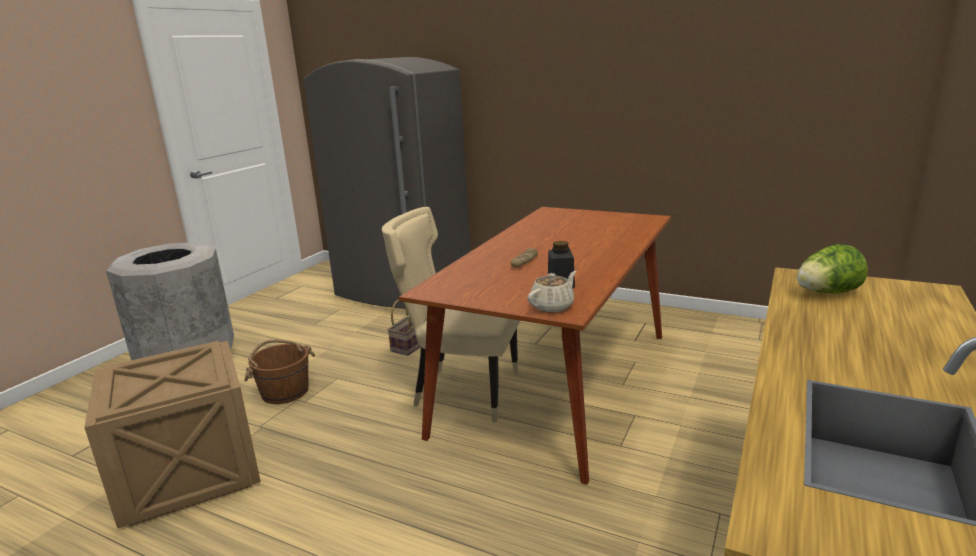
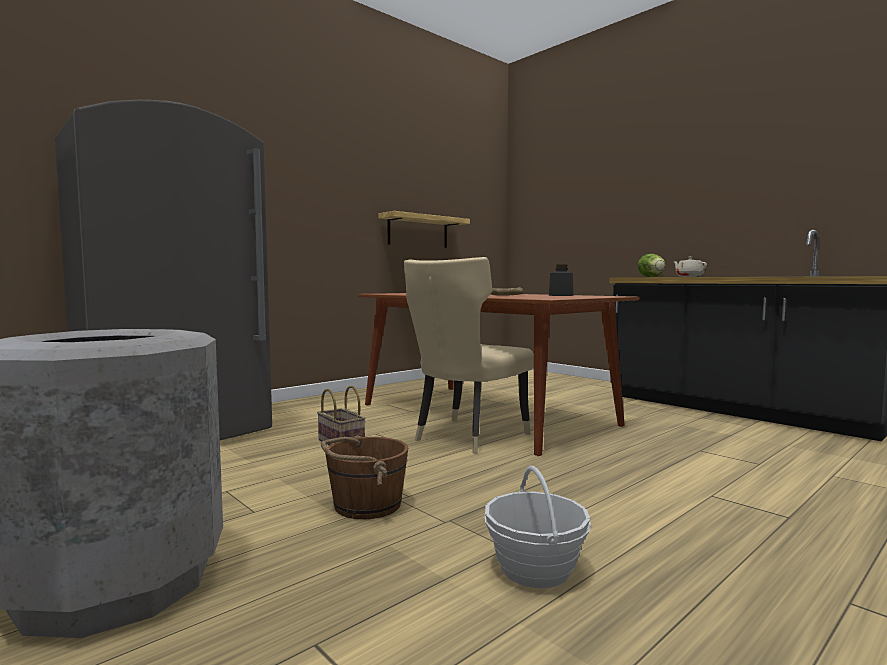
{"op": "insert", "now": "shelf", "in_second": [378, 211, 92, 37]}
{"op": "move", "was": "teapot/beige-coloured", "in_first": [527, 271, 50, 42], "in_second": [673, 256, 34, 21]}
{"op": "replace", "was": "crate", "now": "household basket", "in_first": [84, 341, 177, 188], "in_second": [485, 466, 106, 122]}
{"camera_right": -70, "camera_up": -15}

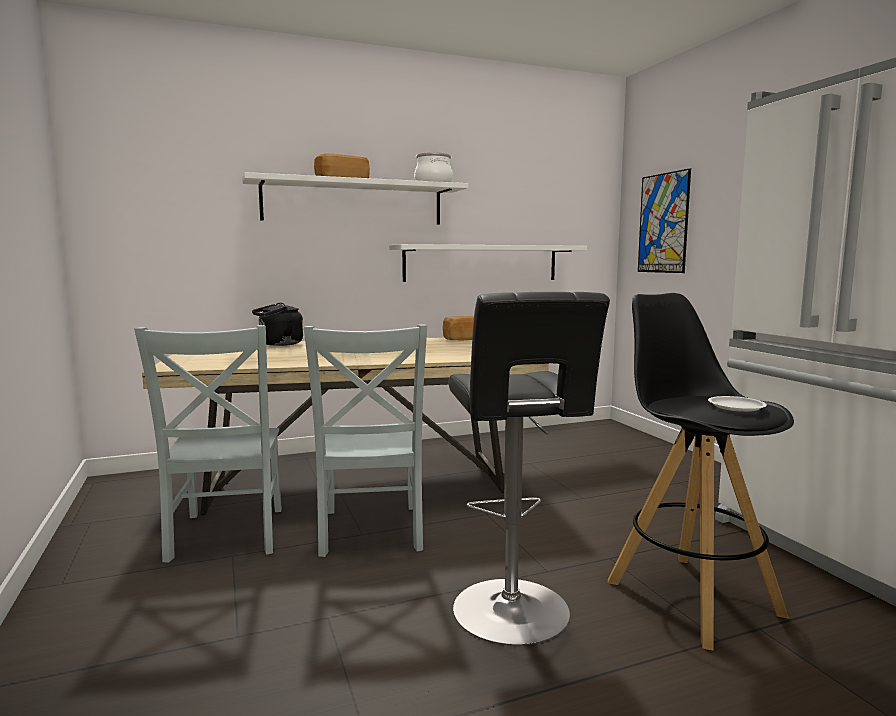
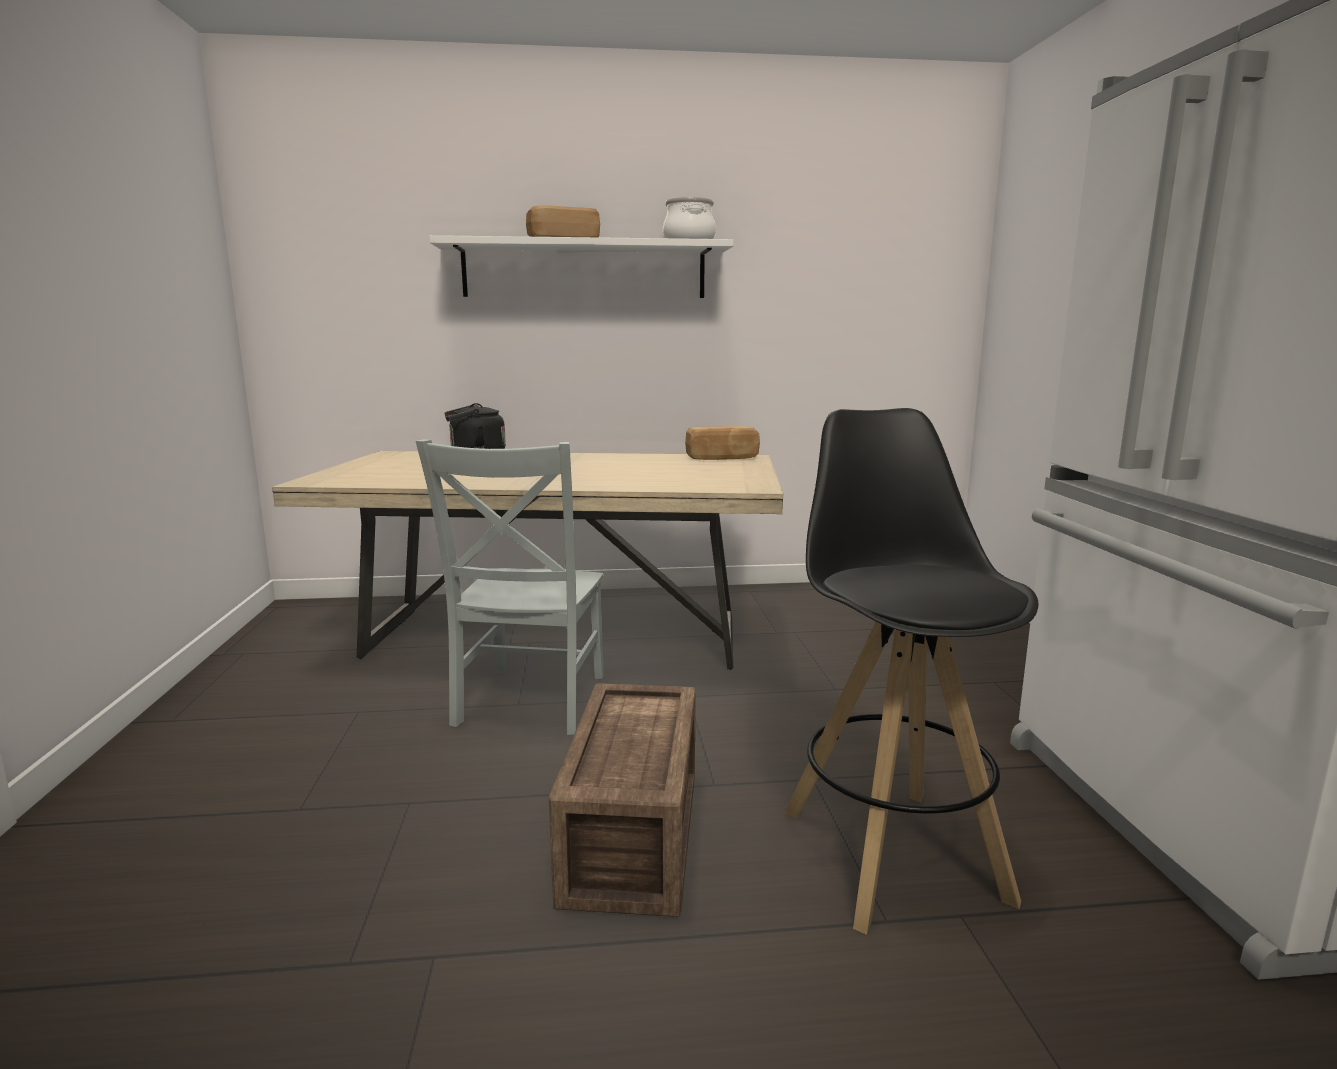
{"op": "delete", "was": "chair/gray", "in_first": [134, 325, 148, 238]}
{"op": "delete", "was": "shelf/white-coloured", "in_first": [389, 244, 198, 38]}
{"op": "delete", "was": "wall art", "in_first": [638, 168, 53, 105]}
{"op": "delete", "was": "plate/white-coloured", "in_first": [708, 396, 59, 16]}
{"op": "replace", "was": "stool seat/black-coloured", "now": "crate", "in_first": [449, 292, 161, 354], "in_second": [549, 683, 147, 234]}
{"camera_right": 15, "camera_up": 5}

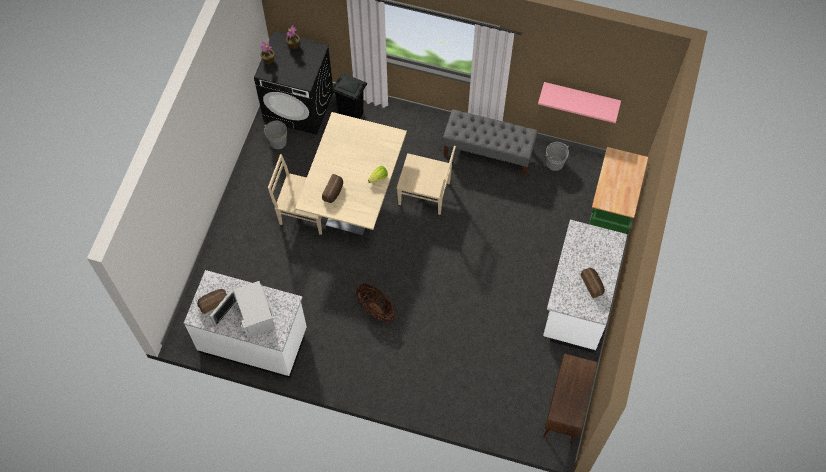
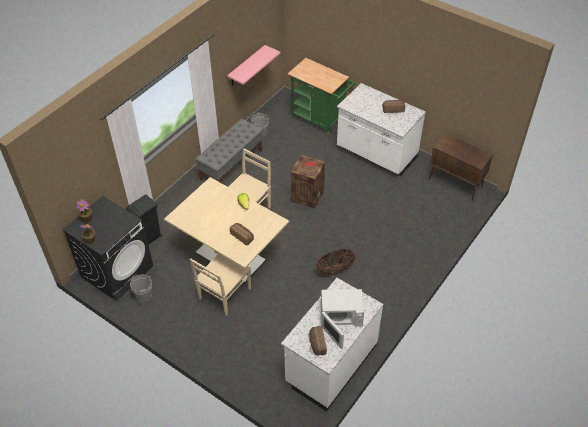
{"op": "insert", "now": "crate", "in_second": [291, 155, 34, 53]}
{"camera_right": -70, "camera_up": -15}

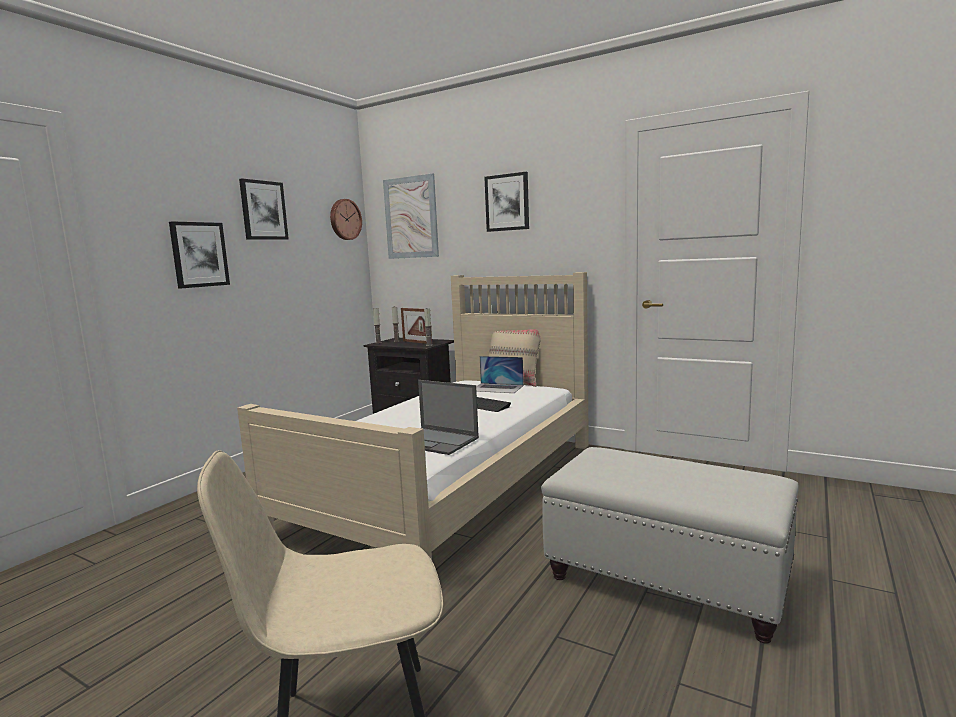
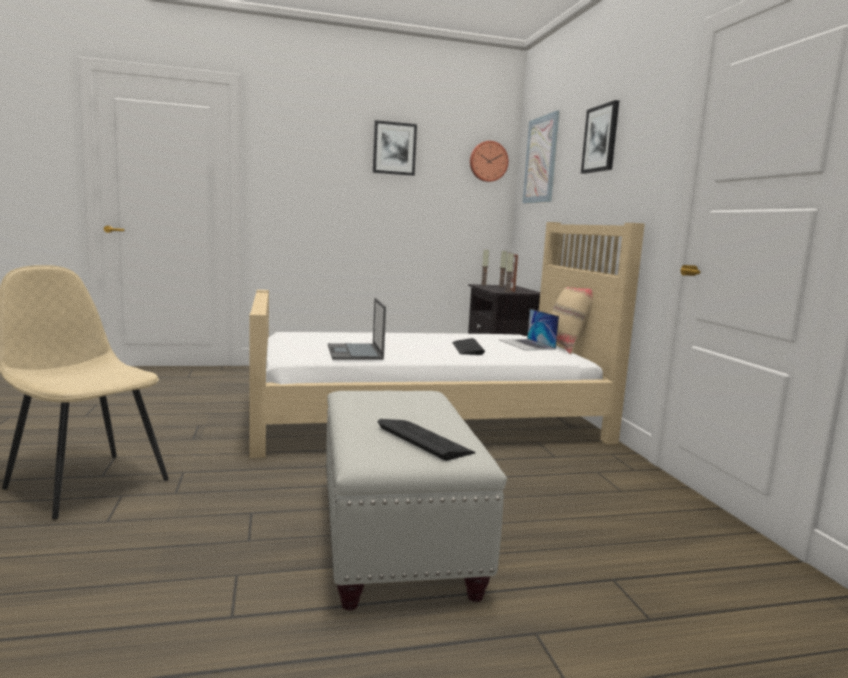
{"op": "delete", "was": "wall art", "in_first": [169, 221, 61, 68]}
{"op": "insert", "now": "PC keyboard", "in_second": [378, 419, 97, 42]}
{"camera_right": 45, "camera_up": 0}

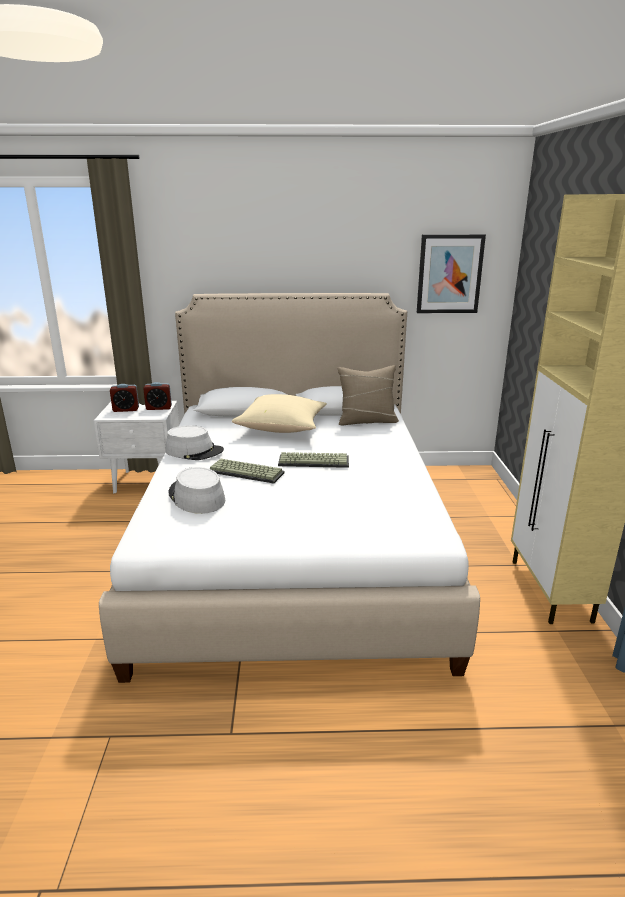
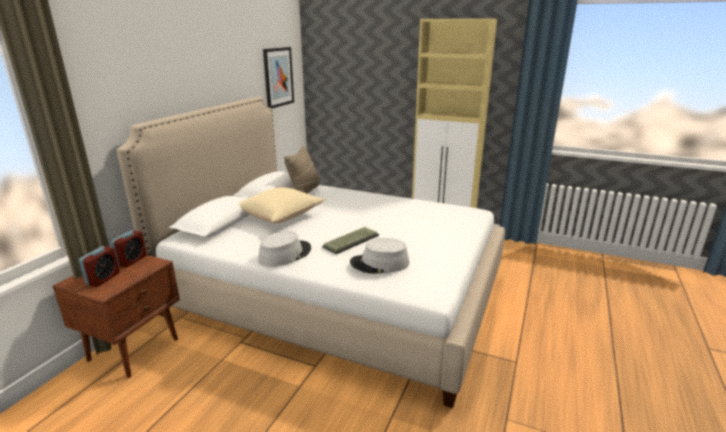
{"op": "delete", "was": "PC keyboard", "in_first": [278, 452, 71, 16]}
{"op": "recolor", "was": "bedside table/white-coloured", "now": "bedside table/brown-coloured", "in_first": [94, 401, 85, 92], "in_second": [53, 255, 127, 123]}
{"camera_right": -65, "camera_up": 0}

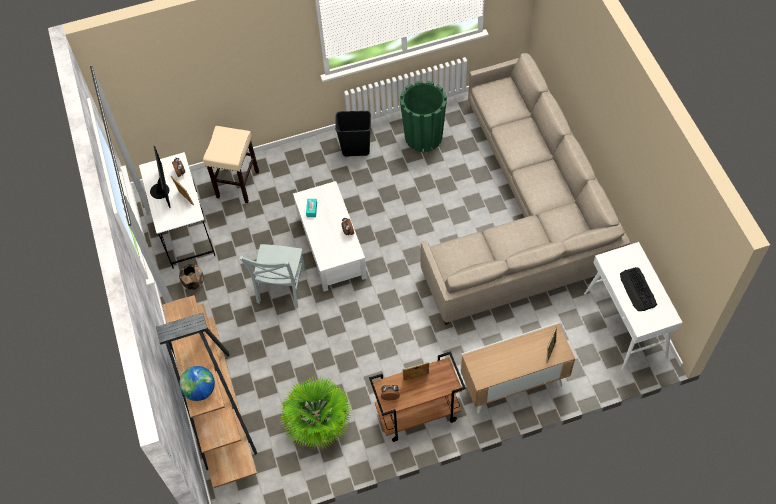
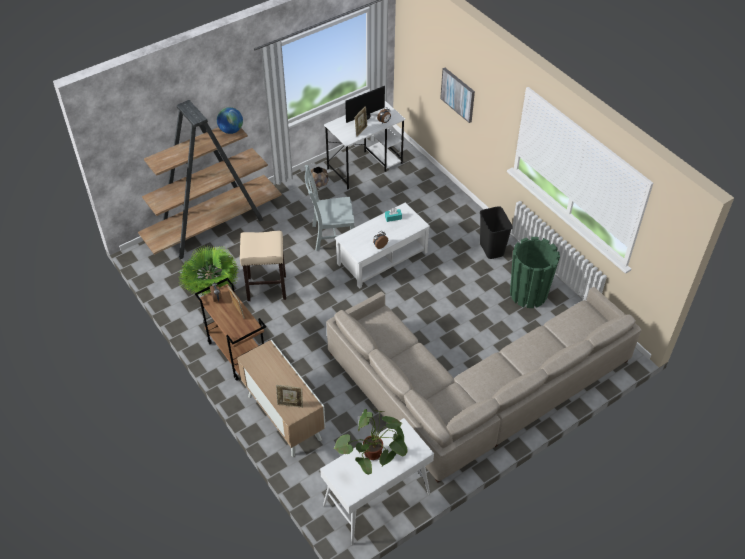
{"op": "insert", "now": "wall art", "in_second": [440, 68, 35, 55]}
{"op": "move", "was": "globe", "in_first": [179, 366, 36, 35], "in_second": [217, 107, 26, 27]}
{"op": "move", "was": "stool seat/beige-coloured", "in_first": [203, 126, 56, 77], "in_second": [240, 231, 46, 70]}
{"op": "replace", "was": "PC keyboard", "now": "potted plant", "in_first": [620, 267, 37, 44], "in_second": [333, 409, 75, 66]}
{"camera_right": 70, "camera_up": -10}

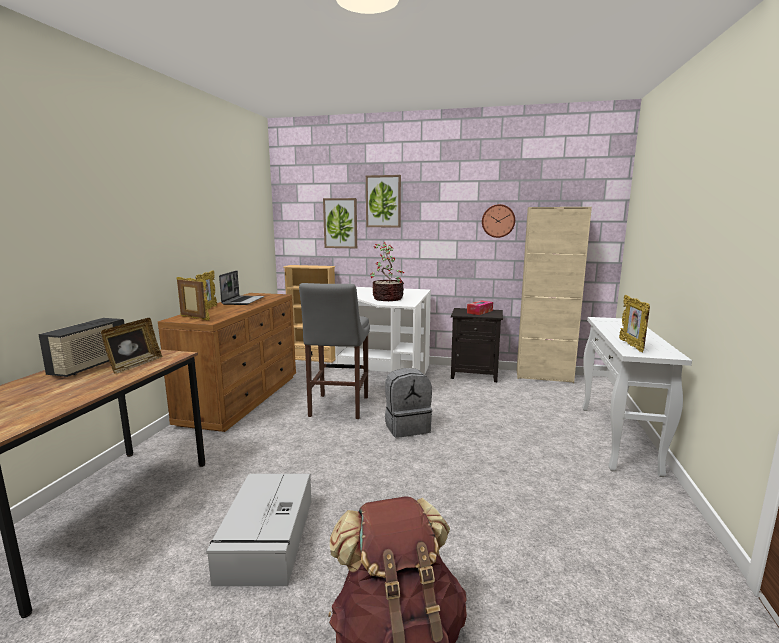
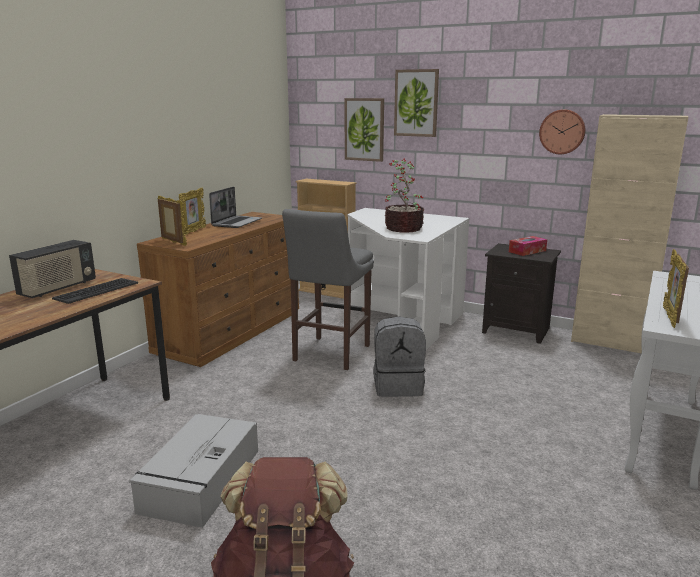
{"op": "replace", "was": "picture frame", "now": "PC keyboard", "in_first": [101, 318, 62, 56], "in_second": [52, 278, 86, 26]}
{"camera_right": 15, "camera_up": 5}

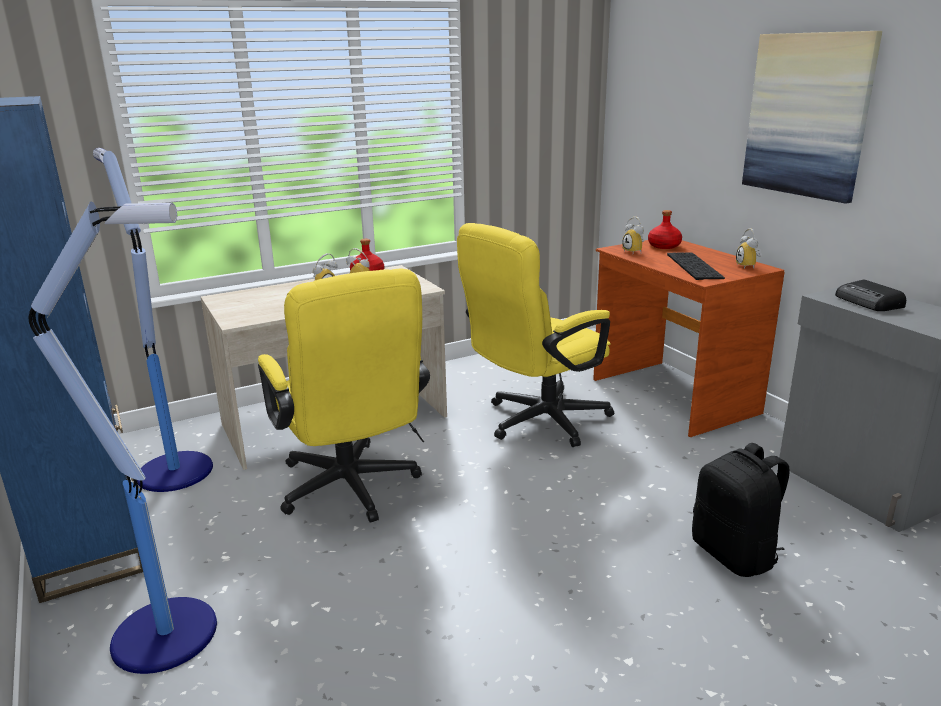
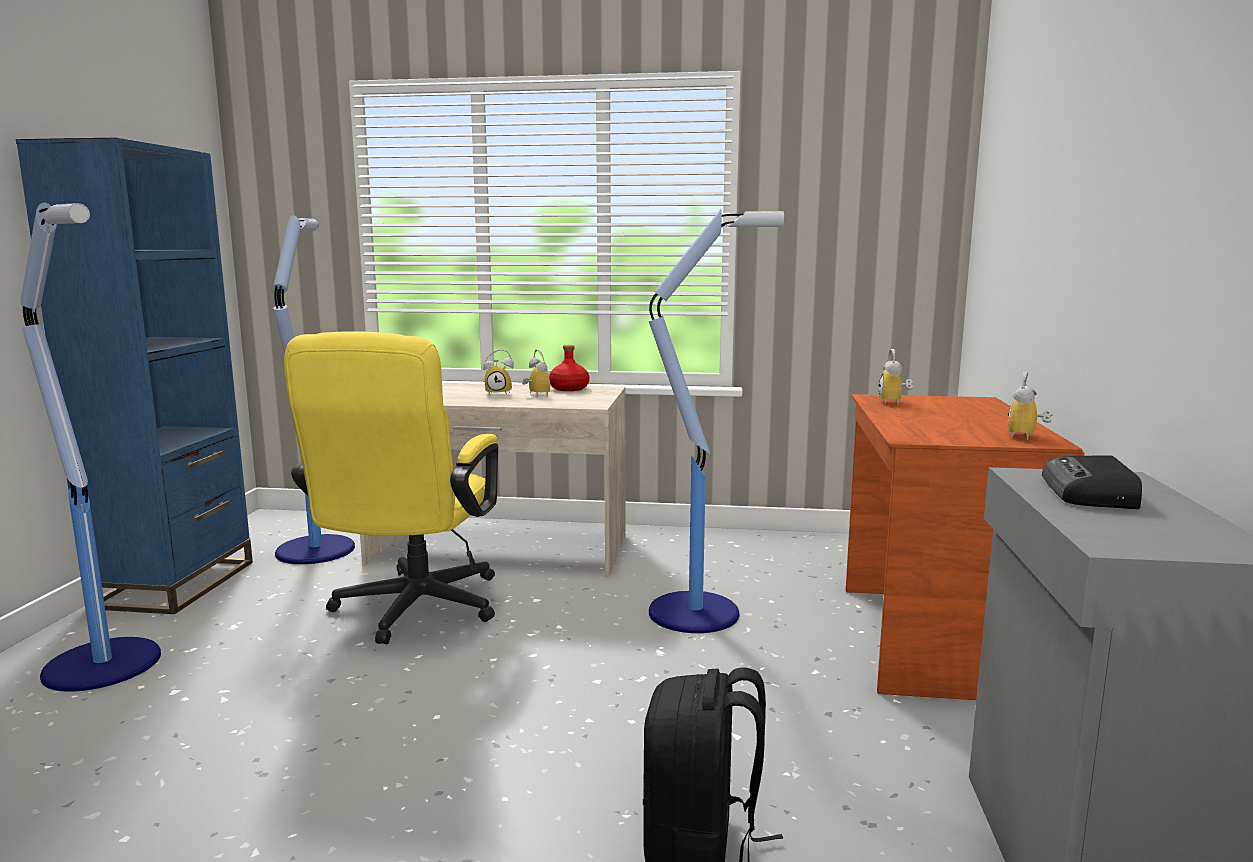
{"op": "delete", "was": "drink bottle/red", "in_first": [648, 210, 34, 39]}
{"op": "delete", "was": "PC keyboard", "in_first": [667, 253, 58, 27]}
{"op": "delete", "was": "wall art", "in_first": [742, 31, 140, 173]}
{"op": "replace", "was": "desk chair/yellow", "now": "standard lamp", "in_first": [457, 223, 157, 224], "in_second": [649, 209, 135, 424]}
{"camera_right": 35, "camera_up": -10}

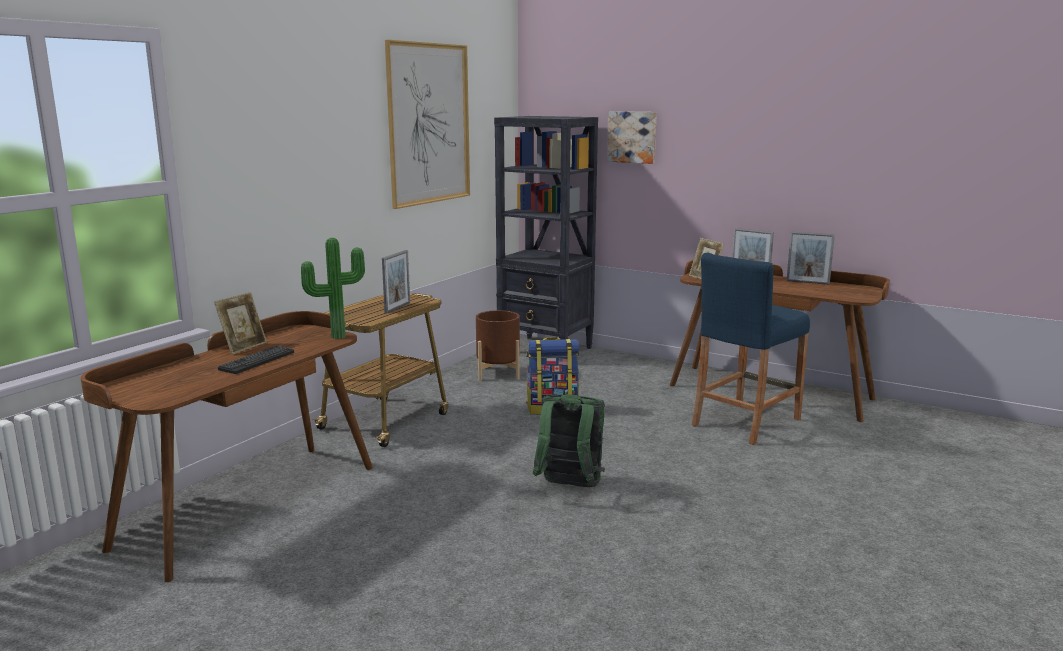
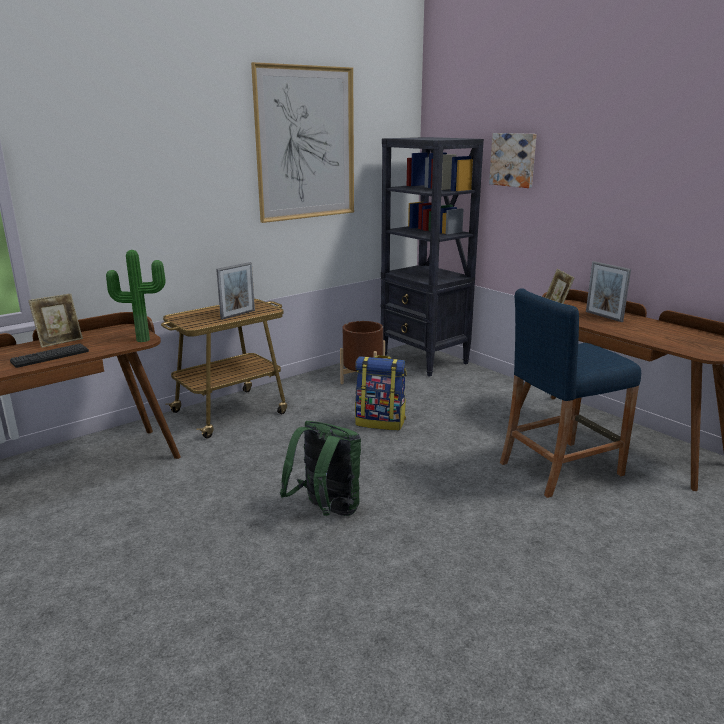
{"op": "delete", "was": "picture frame", "in_first": [786, 232, 49, 53]}
{"camera_right": 20, "camera_up": 5}

